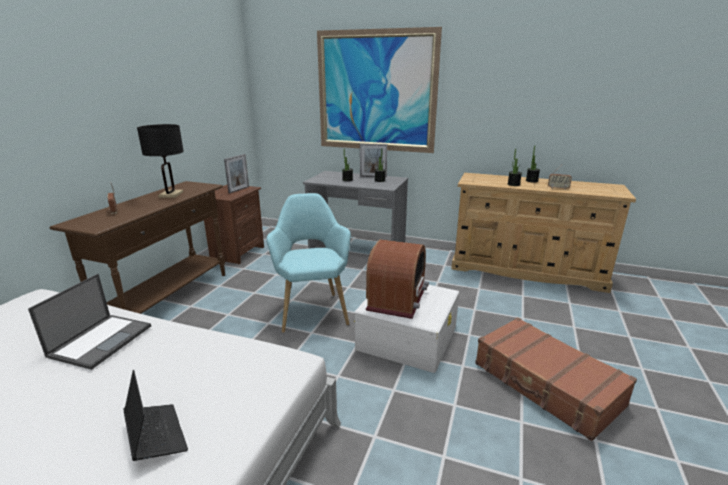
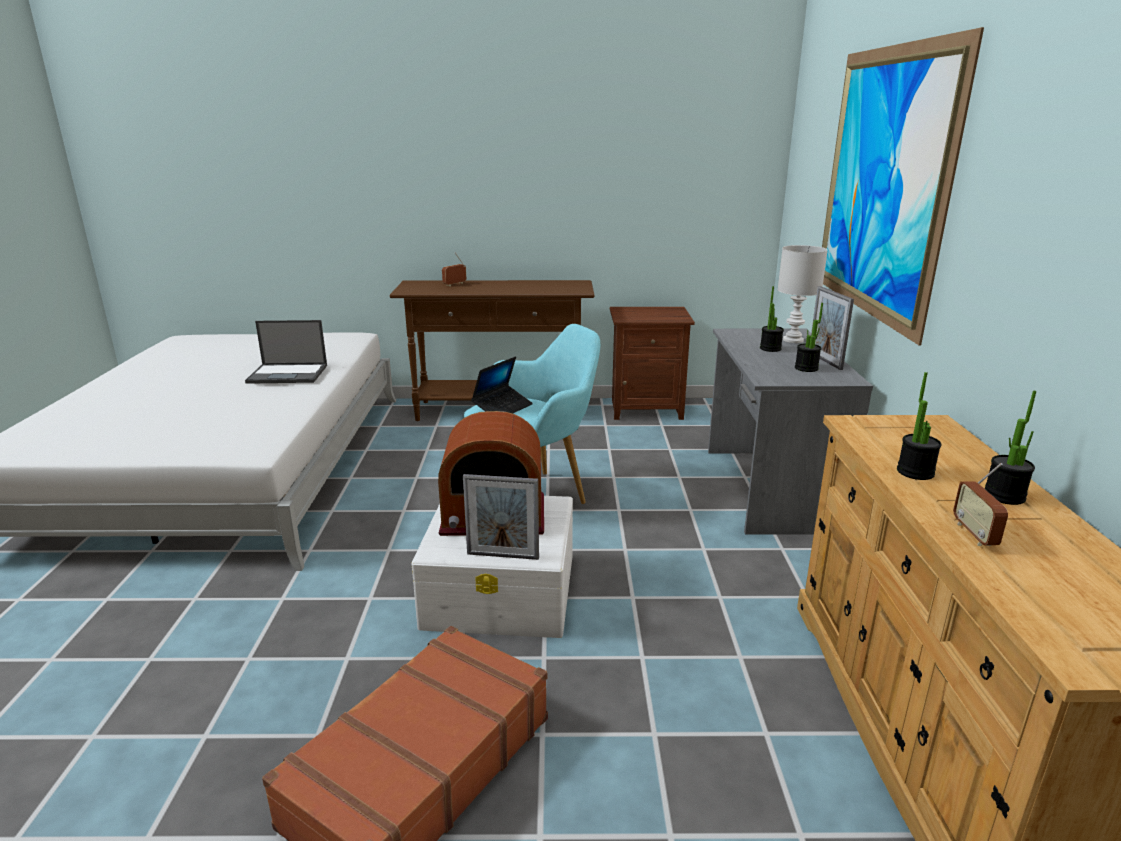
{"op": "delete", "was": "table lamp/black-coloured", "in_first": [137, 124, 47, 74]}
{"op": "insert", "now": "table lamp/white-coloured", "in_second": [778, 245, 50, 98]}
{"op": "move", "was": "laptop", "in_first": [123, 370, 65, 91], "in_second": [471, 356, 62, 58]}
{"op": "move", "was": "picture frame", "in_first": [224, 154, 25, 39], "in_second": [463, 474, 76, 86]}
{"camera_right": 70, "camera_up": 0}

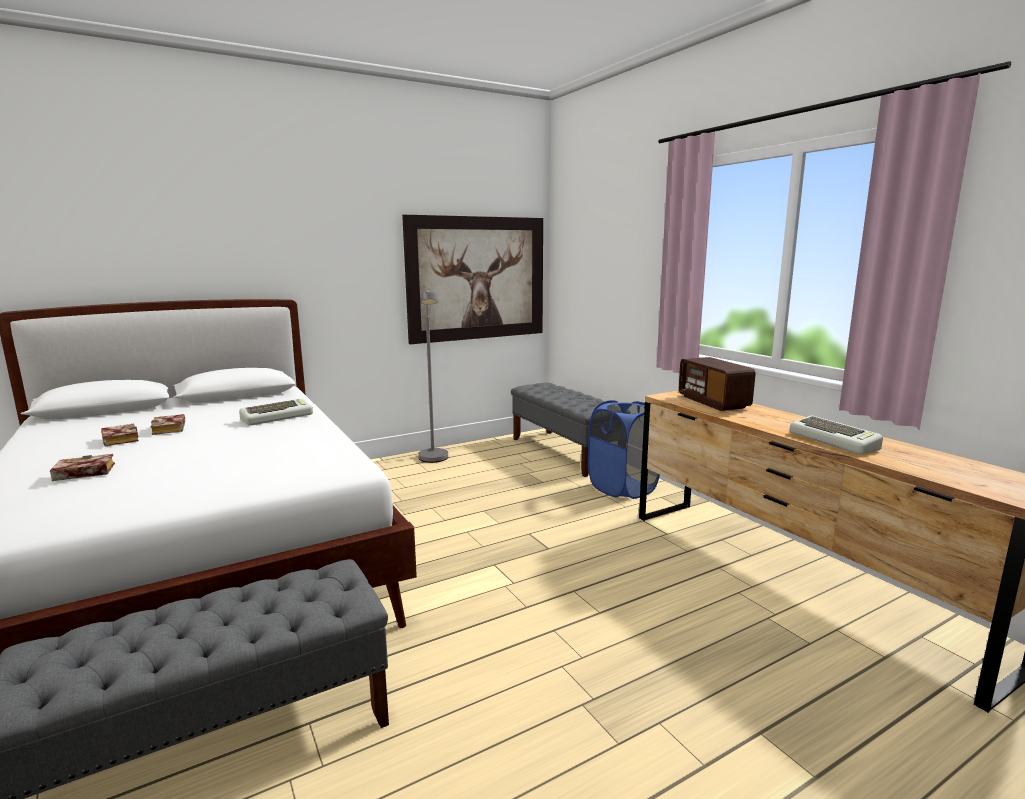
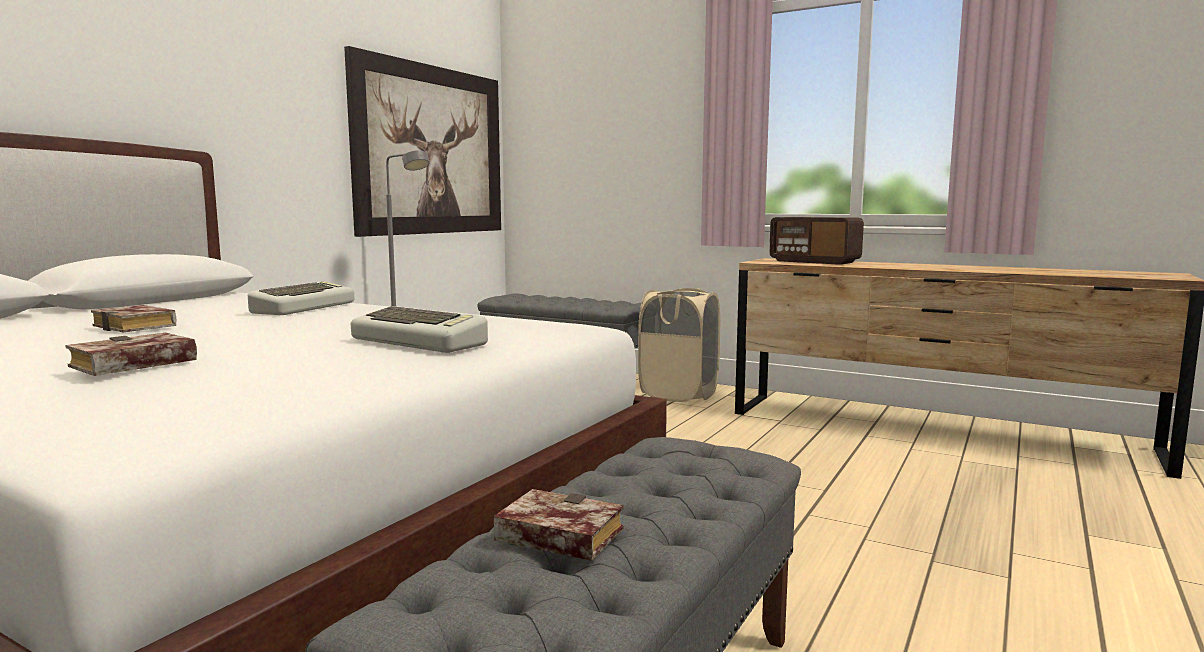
{"op": "move", "was": "book", "in_first": [101, 424, 38, 22], "in_second": [494, 489, 130, 72]}
{"op": "move", "was": "PC keyboard", "in_first": [790, 416, 93, 39], "in_second": [351, 306, 137, 47]}
{"op": "recolor", "was": "laundry basket/bluish", "now": "laundry basket/beige-coloured", "in_first": [588, 400, 72, 99], "in_second": [638, 288, 82, 114]}
{"camera_right": -30, "camera_up": -5}

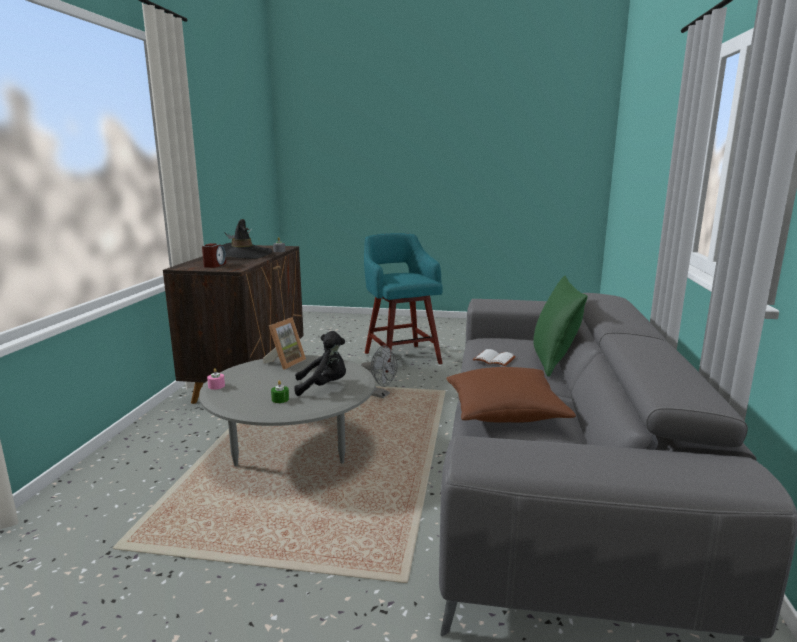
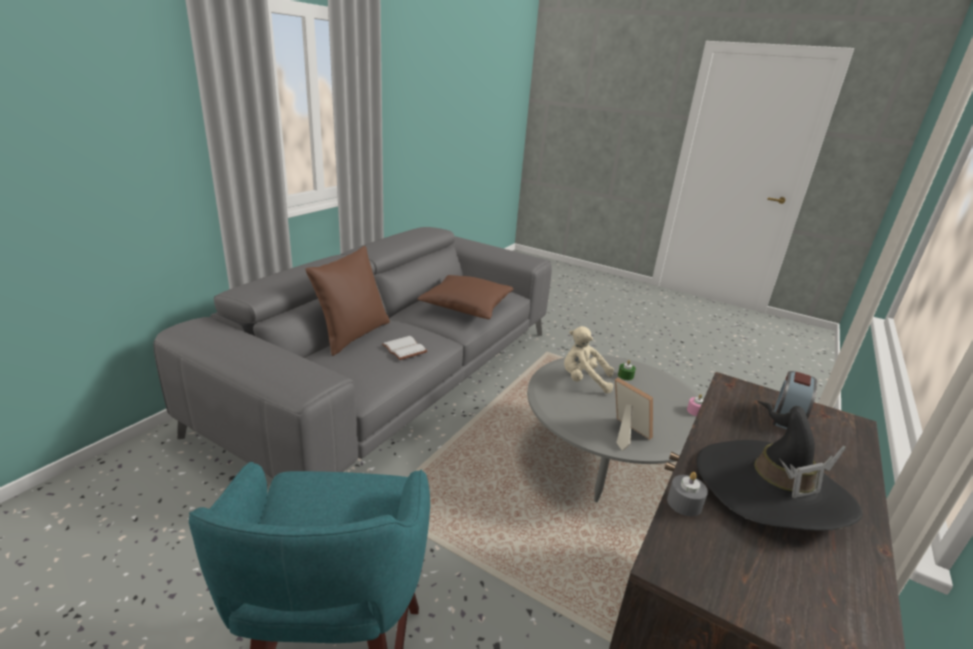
{"op": "delete", "was": "fan/gray", "in_first": [361, 346, 36, 52]}
{"op": "recolor", "was": "cuddly toy/black-coloured", "now": "cuddly toy/beige-coloured", "in_first": [294, 331, 52, 65], "in_second": [564, 326, 50, 67]}
{"op": "recolor", "was": "pillow/green", "now": "pillow/brown-coloured", "in_first": [533, 275, 55, 102], "in_second": [305, 246, 85, 110]}
{"op": "rotate", "was": "picture frame", "in_first": [263, 317, 43, 53], "in_second": [615, 378, 38, 72], "clockwise": 90}
{"camera_right": -160, "camera_up": 10}

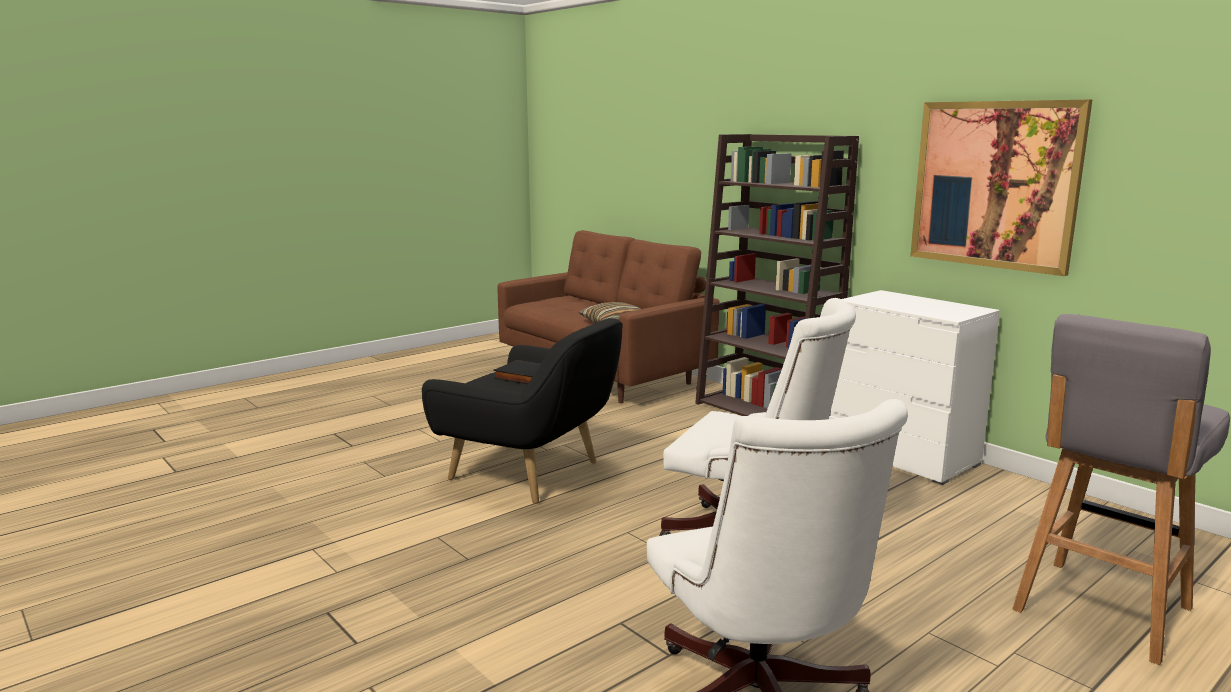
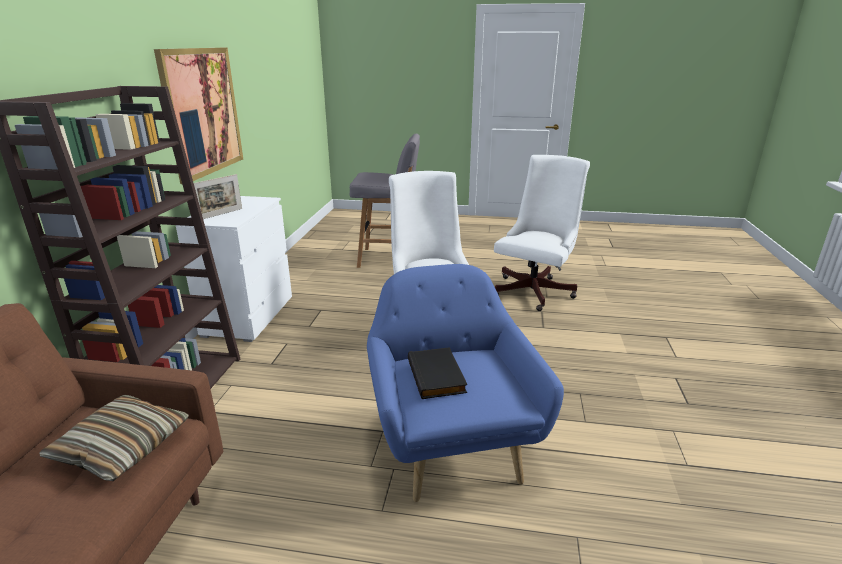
{"op": "insert", "now": "picture frame", "in_second": [194, 174, 48, 45]}
{"op": "recolor", "was": "lounge chair/black-coloured", "now": "lounge chair/bluish", "in_first": [422, 318, 201, 186], "in_second": [367, 264, 197, 238]}
{"camera_right": -130, "camera_up": 10}

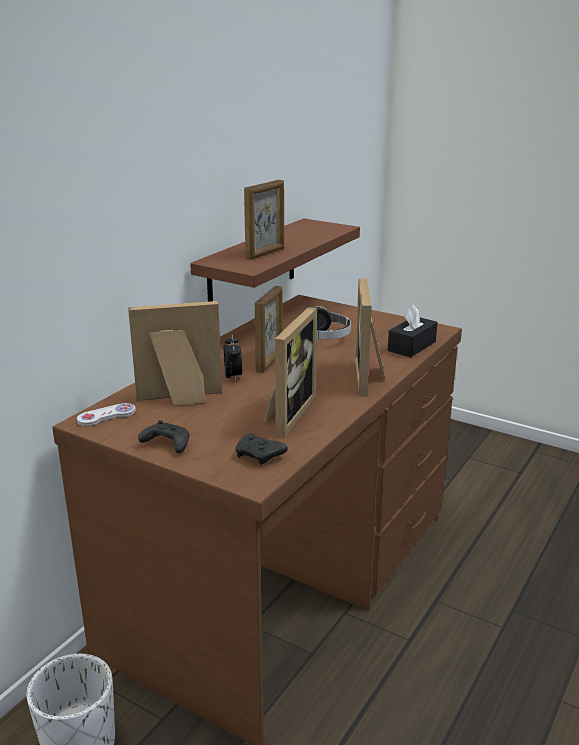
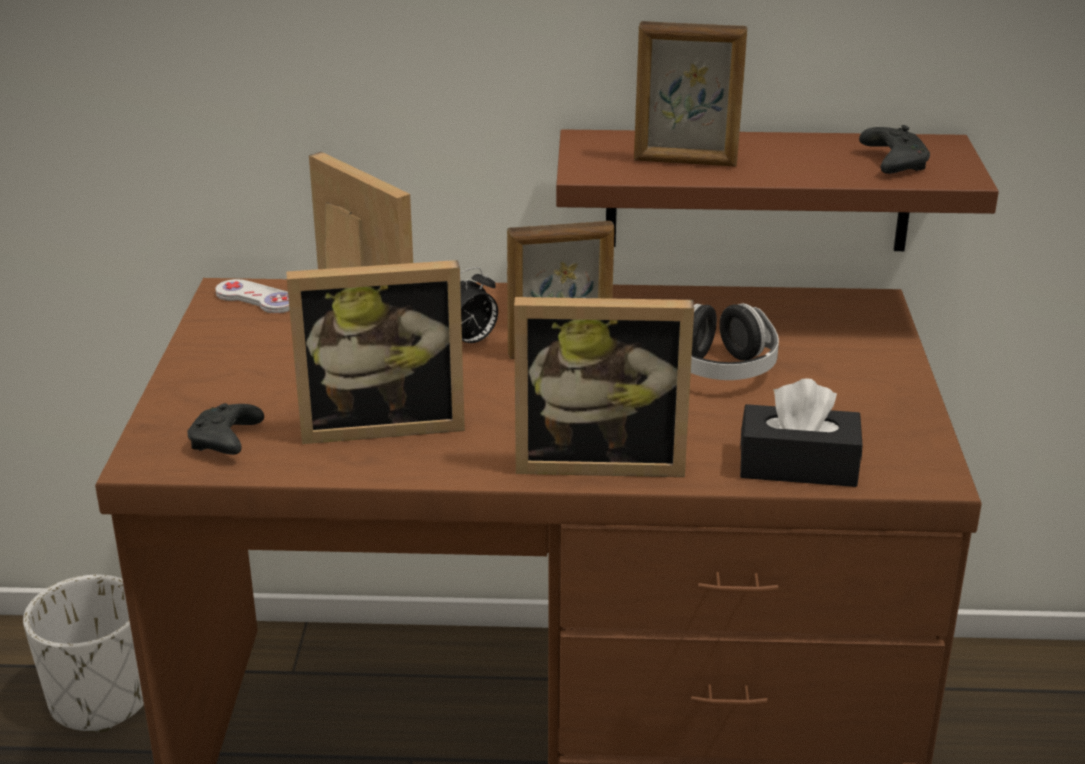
{"op": "move", "was": "game controller/black-coloured", "in_first": [138, 420, 52, 33], "in_second": [859, 125, 71, 49]}
{"op": "rotate", "was": "picture frame", "in_first": [355, 278, 30, 118], "in_second": [514, 297, 180, 180], "clockwise": -150}
{"camera_right": 60, "camera_up": 5}

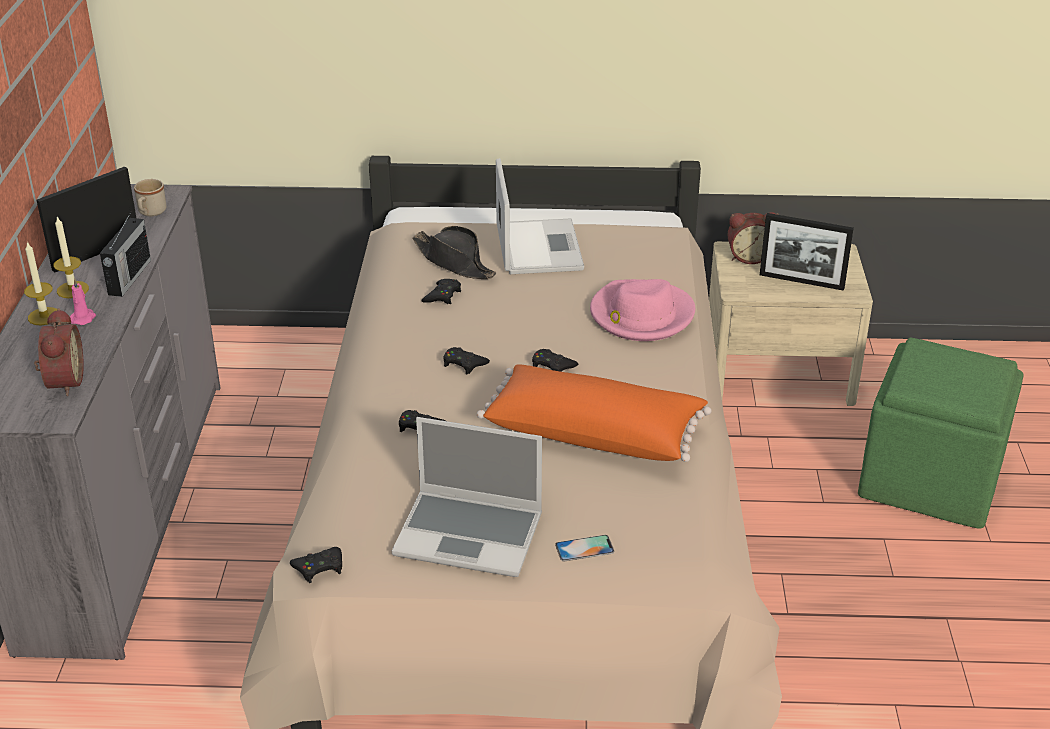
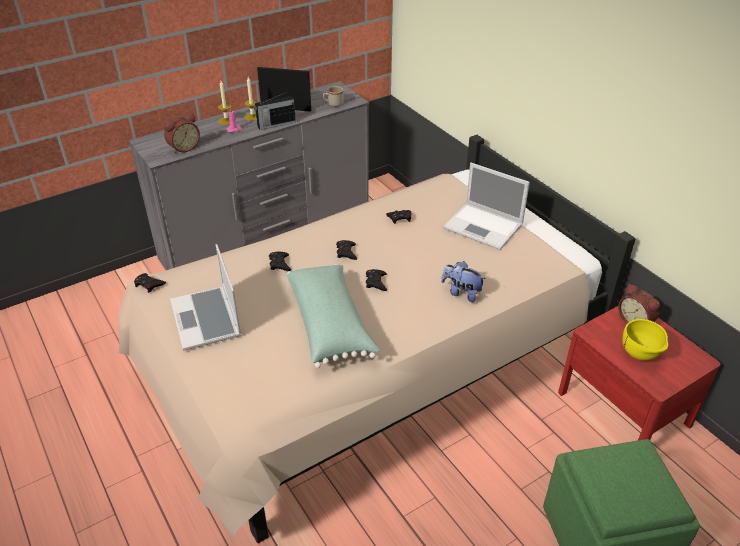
{"op": "delete", "was": "hat/black-coloured", "in_first": [412, 226, 84, 53]}
{"op": "delete", "was": "phone", "in_first": [555, 535, 59, 26]}
{"op": "replace", "was": "hat/pinkish", "now": "cuddly toy", "in_first": [590, 279, 105, 62], "in_second": [441, 261, 45, 41]}
{"op": "replace", "was": "picture frame", "now": "serving bowl/yellow", "in_first": [760, 213, 94, 78], "in_second": [622, 319, 46, 41]}
{"op": "recolor", "was": "pillow/orange", "now": "pillow/green", "in_first": [477, 364, 235, 98], "in_second": [287, 264, 93, 104]}
{"op": "recolor", "was": "bedside table/beige-coloured", "now": "bedside table/red", "in_first": [709, 241, 164, 165], "in_second": [558, 306, 163, 134]}
{"op": "rotate", "was": "laptop", "in_first": [496, 158, 88, 116], "in_second": [443, 163, 87, 87], "clockwise": 75}
{"camera_right": 55, "camera_up": 5}

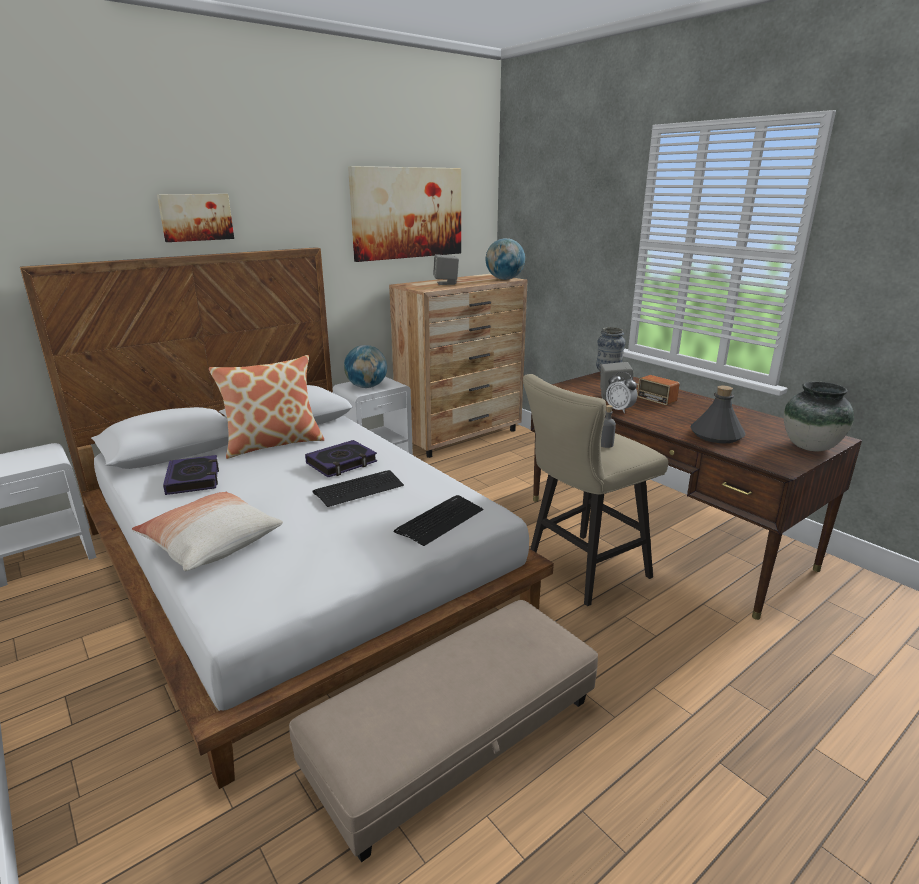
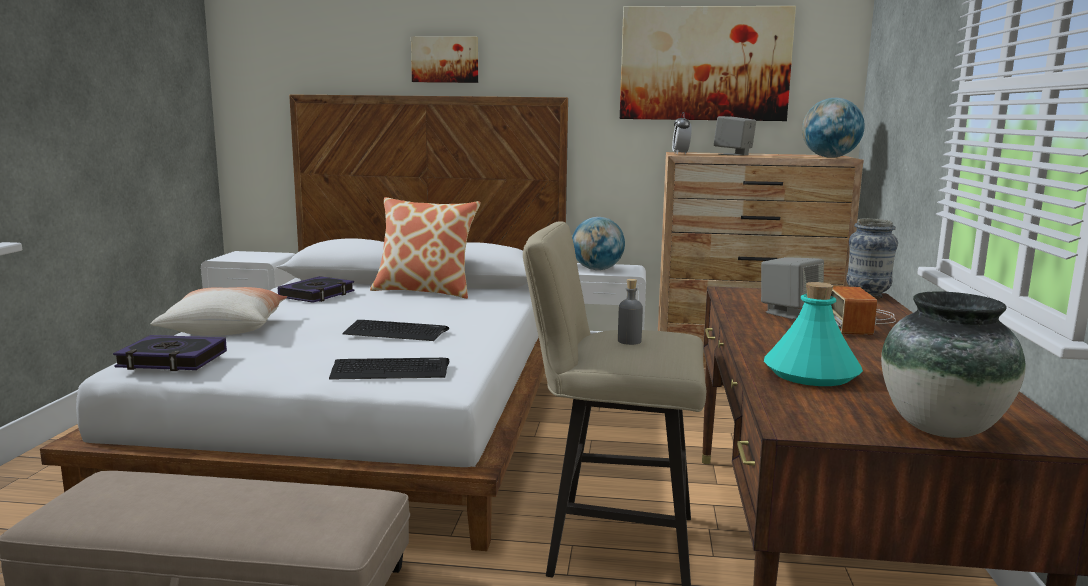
{"op": "move", "was": "book", "in_first": [305, 440, 72, 37], "in_second": [113, 335, 114, 36]}
{"op": "move", "was": "alarm clock", "in_first": [606, 371, 31, 42], "in_second": [672, 112, 20, 43]}
{"op": "recolor", "was": "drink bottle/gray", "now": "drink bottle/turquoise-coloured", "in_first": [690, 386, 56, 57], "in_second": [764, 282, 99, 104]}
{"camera_right": 45, "camera_up": -10}

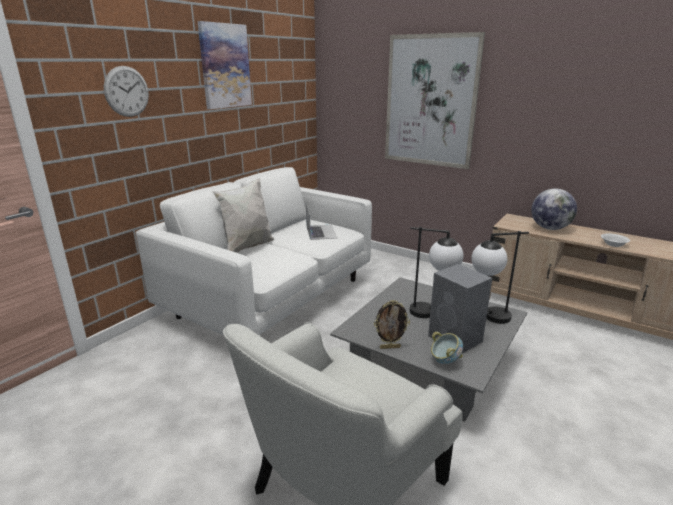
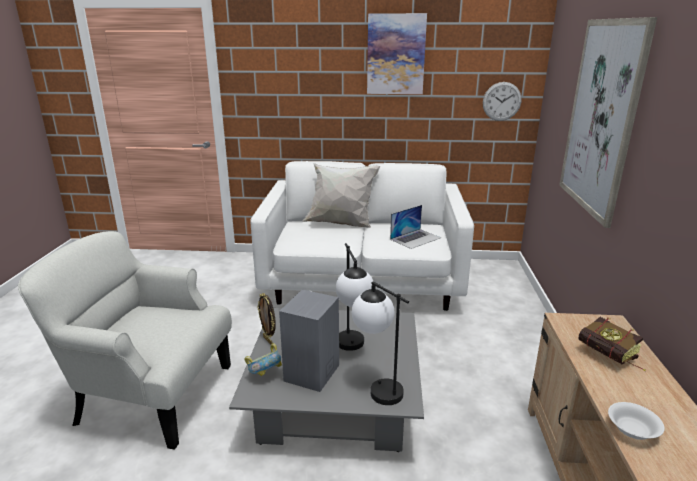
{"op": "move", "was": "hanging clock", "in_first": [104, 66, 45, 51], "in_second": [483, 82, 38, 39]}
{"op": "replace", "was": "globe", "now": "book", "in_first": [531, 189, 46, 41], "in_second": [578, 317, 68, 54]}
{"camera_right": 60, "camera_up": 0}

